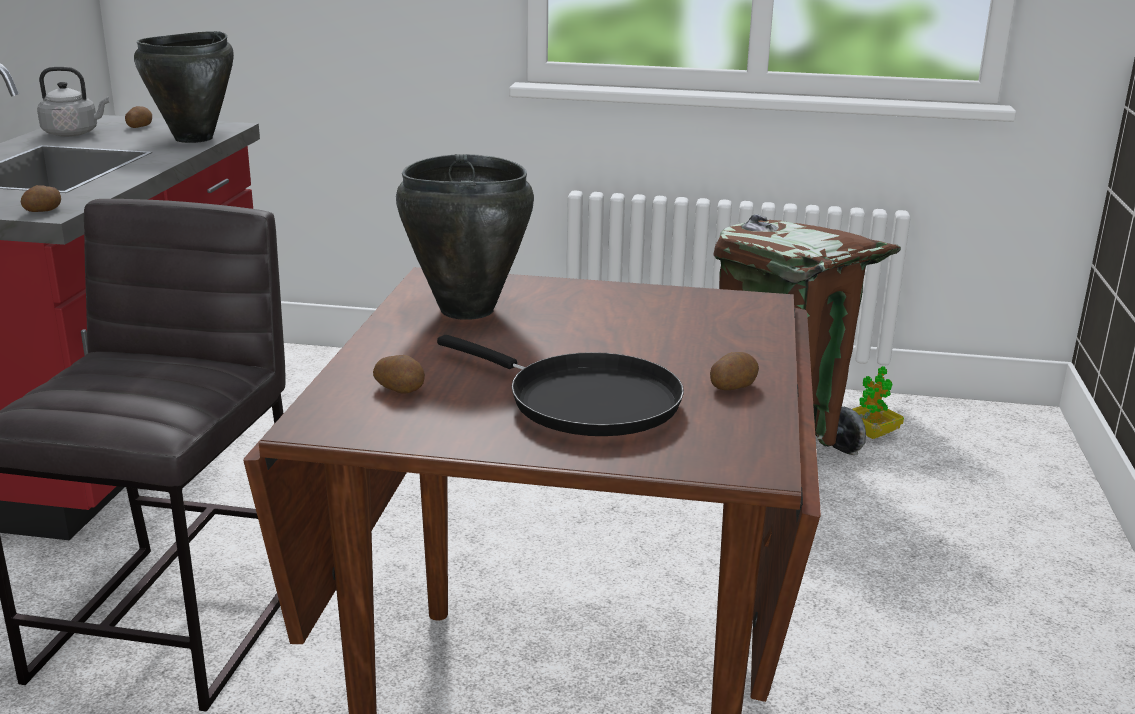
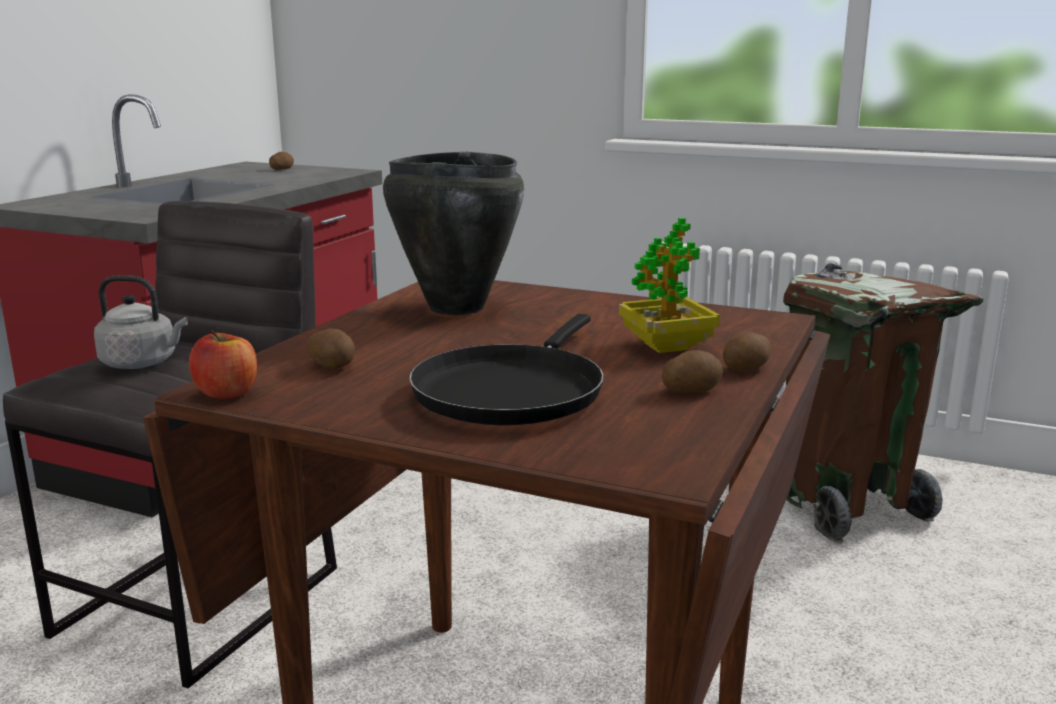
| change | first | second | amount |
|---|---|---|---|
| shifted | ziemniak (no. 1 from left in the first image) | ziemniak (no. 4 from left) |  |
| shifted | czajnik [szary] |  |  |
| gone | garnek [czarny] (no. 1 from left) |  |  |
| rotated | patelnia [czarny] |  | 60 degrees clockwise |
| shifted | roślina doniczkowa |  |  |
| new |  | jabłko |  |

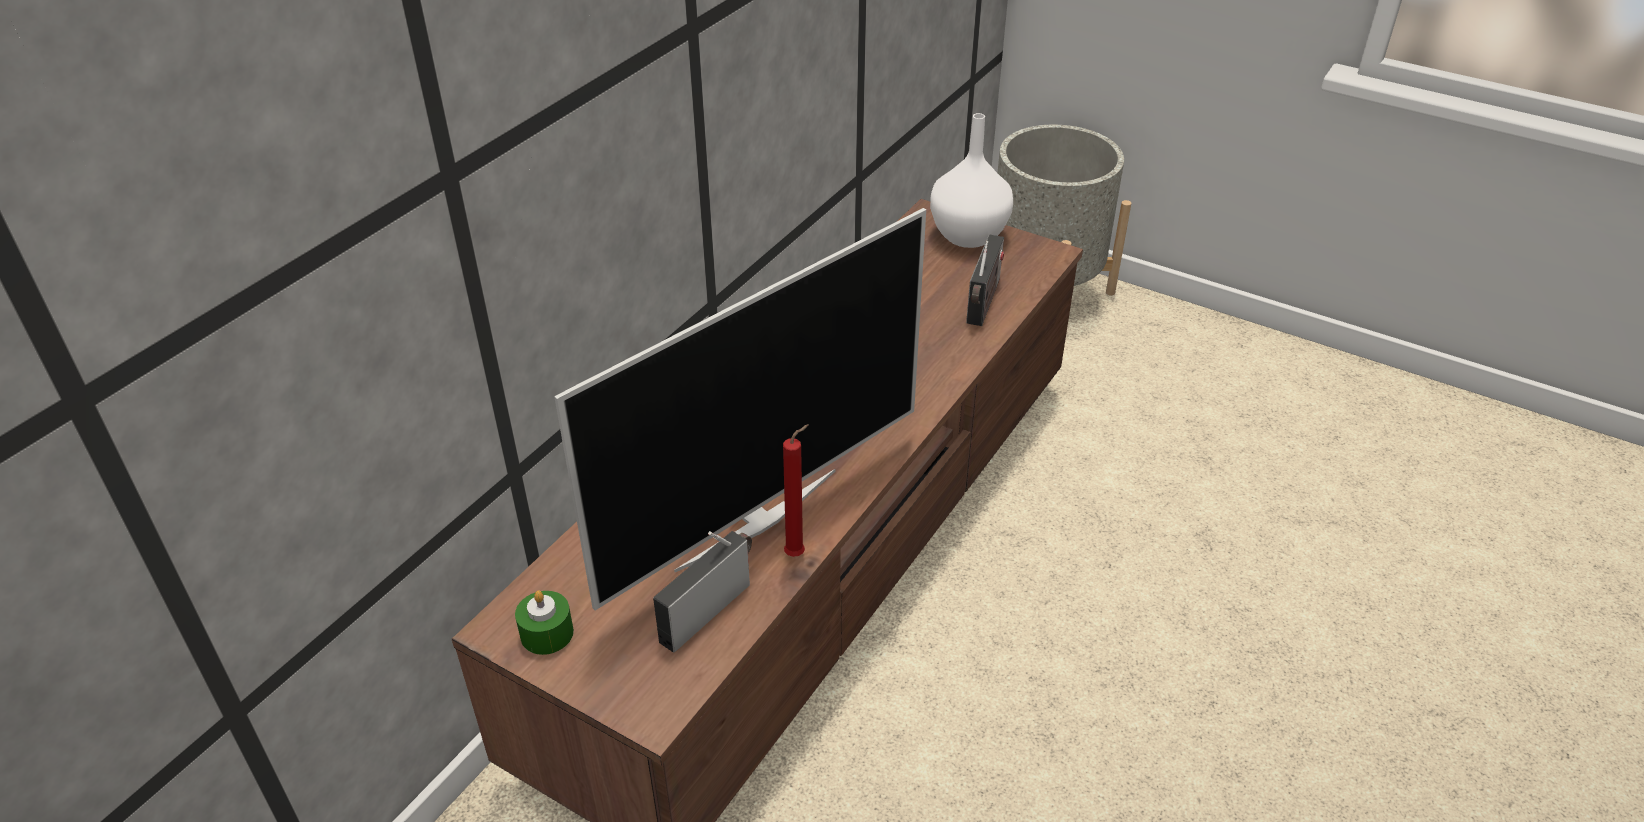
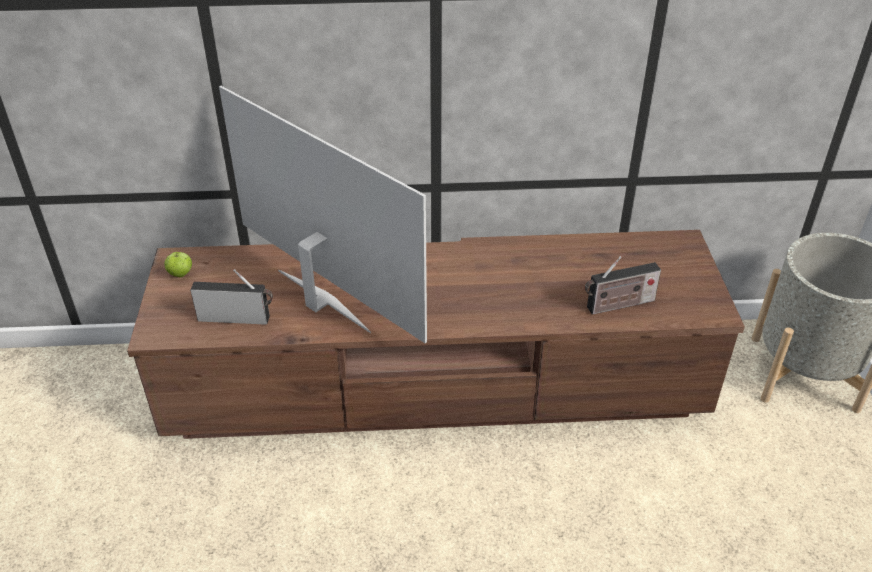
| change | first | second | amount |
|---|---|---|---|
| swapped | świeca [zielony] | jabłko |  |
| rotated | telewizor |  | 150 degrees counterclockwise |
| gone | świeca [czerwony] |  |  |
| gone | wazon [biały] |  |  |

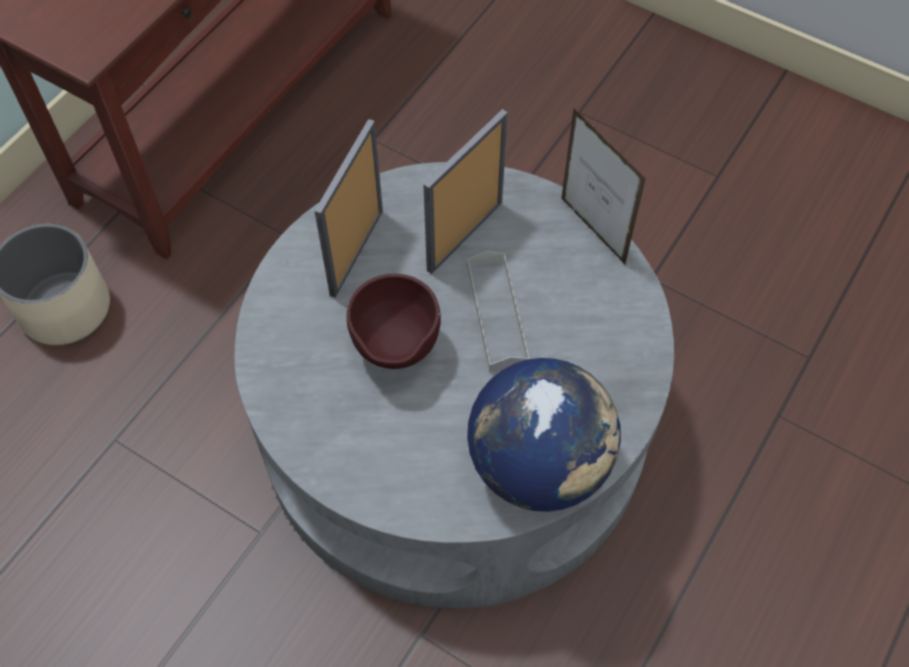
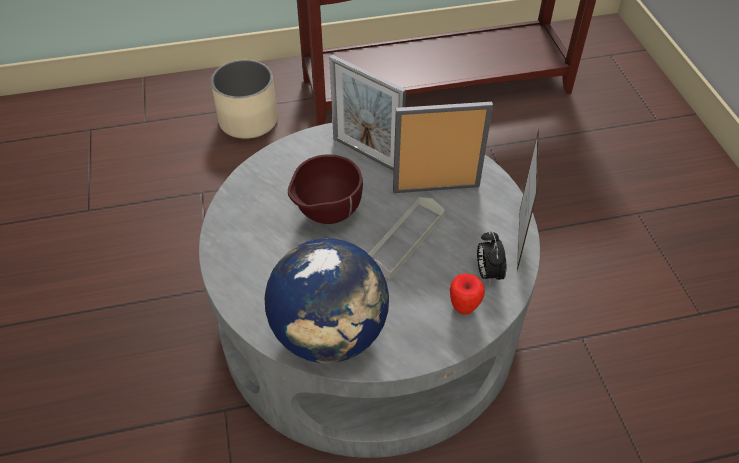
| change | first | second | amount |
|---|---|---|---|
| rotated | ramka na zdjęcie (no. 1 from left) |  | 120 degrees counterclockwise |
| new |  | jabłko |  |
| new |  | budzik |  |

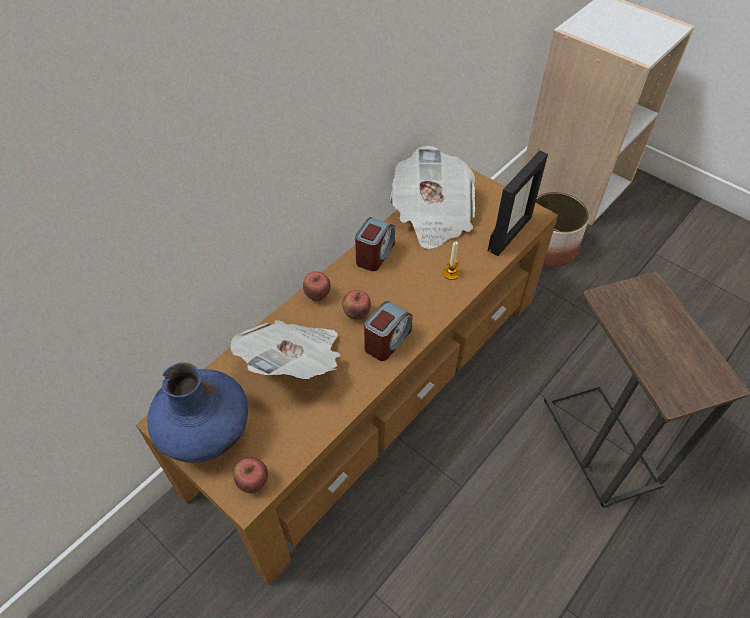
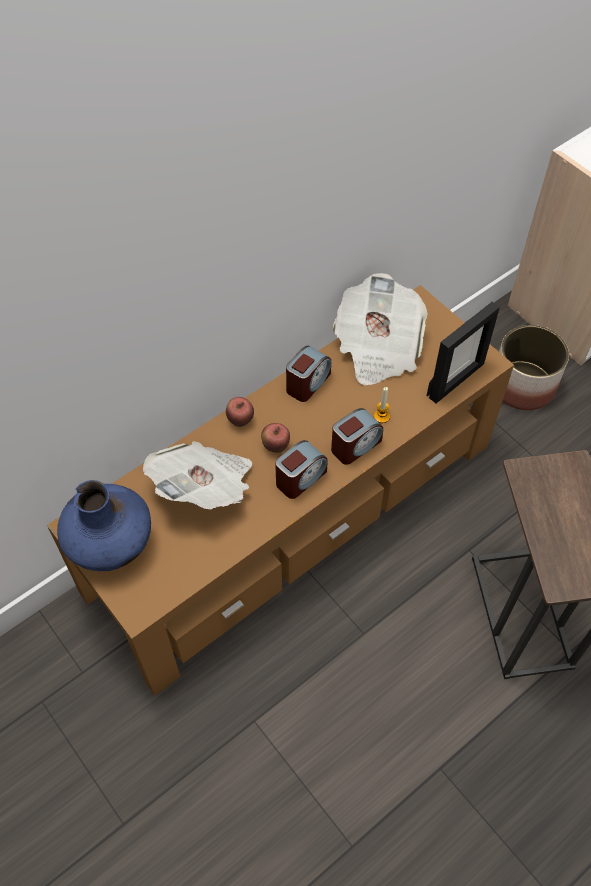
| change | first | second | amount |
|---|---|---|---|
| gone | jabłko (no. 1 from left) |  |  |
| new |  | budzik (no. 3 from left) |  |

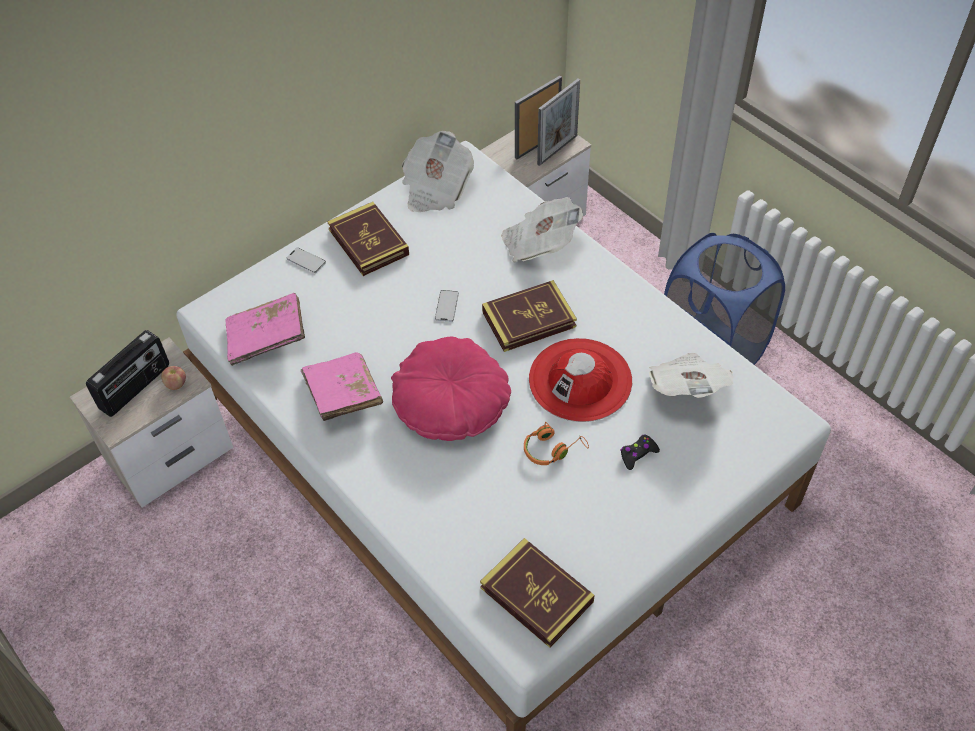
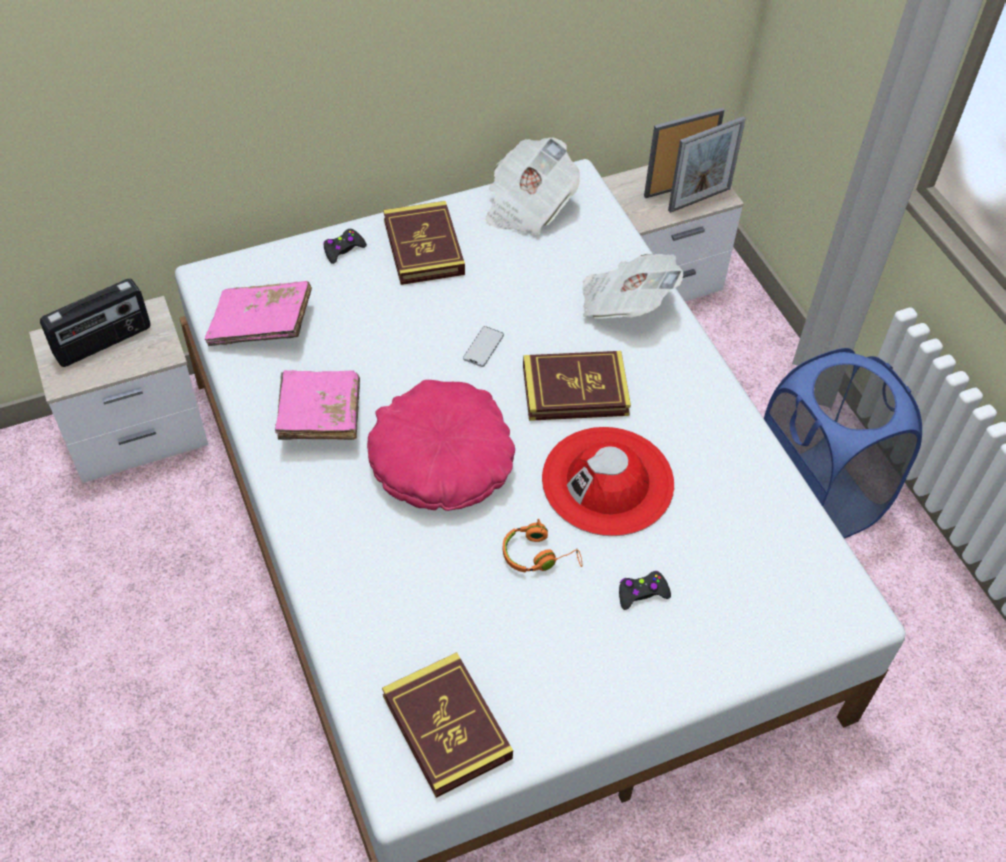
| change | first | second | amount |
|---|---|---|---|
| gone | jabłko |  |  |
| swapped | telefon (no. 1 from left) | pad do gier [czarny] (no. 1 from left) |  |
| gone | gazeta (no. 3 from left) |  |  |

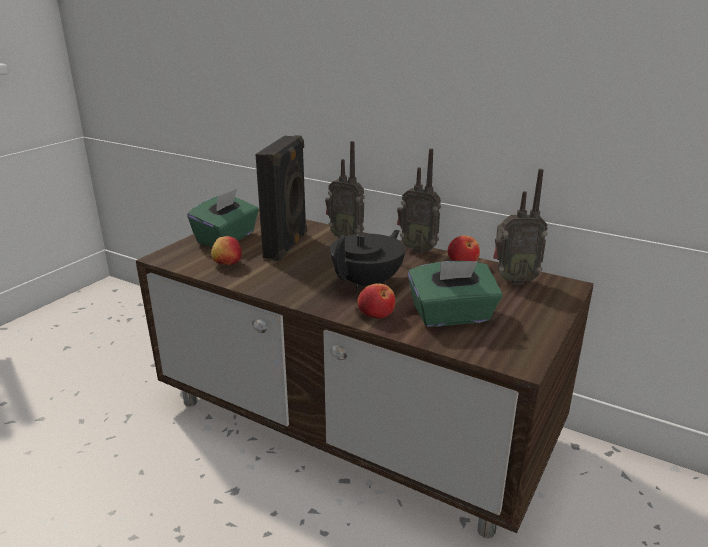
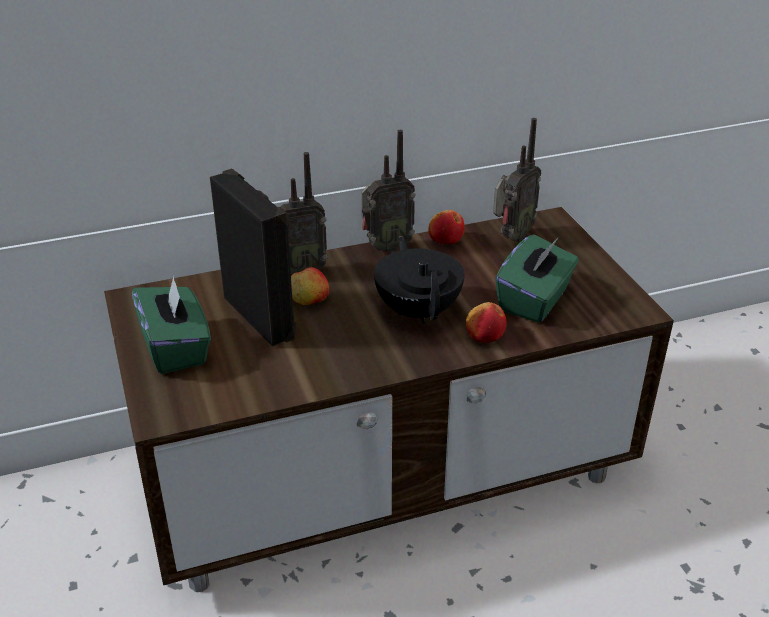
| change | first | second | amount |
|---|---|---|---|
| shifted | jabłko (no. 1 from left) |  |  |

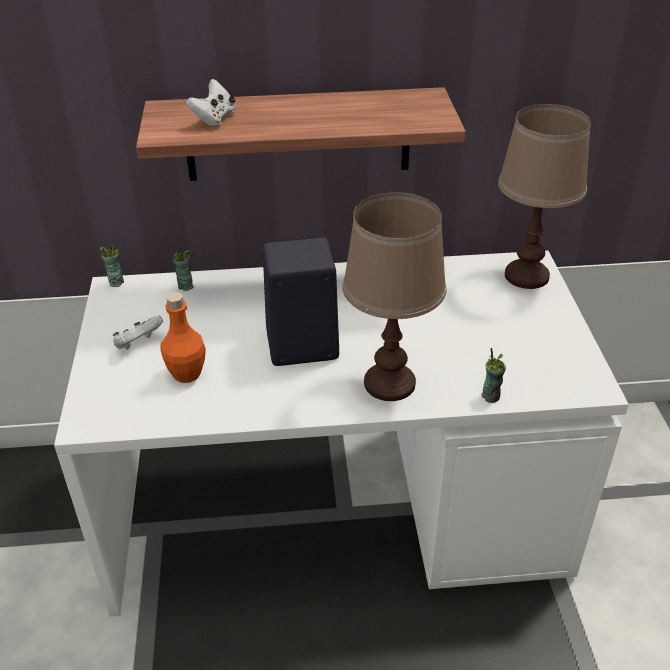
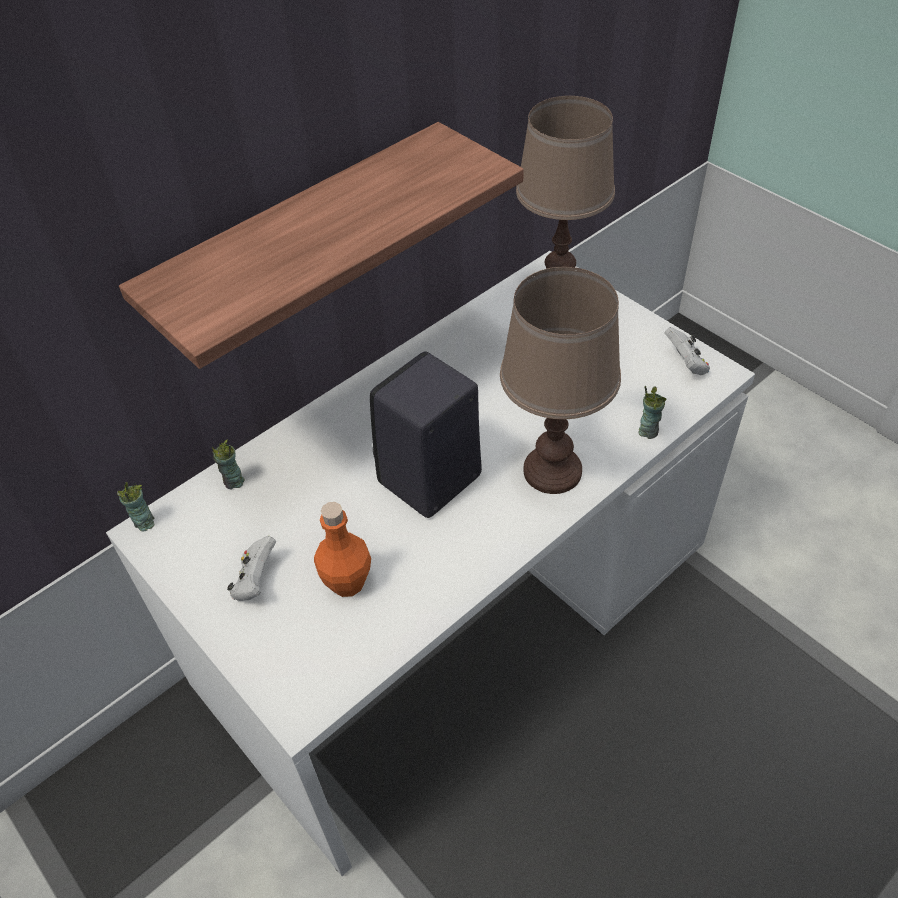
| change | first | second | amount |
|---|---|---|---|
| shifted | pad do gier [biały] (no. 2 from left) |  |  |

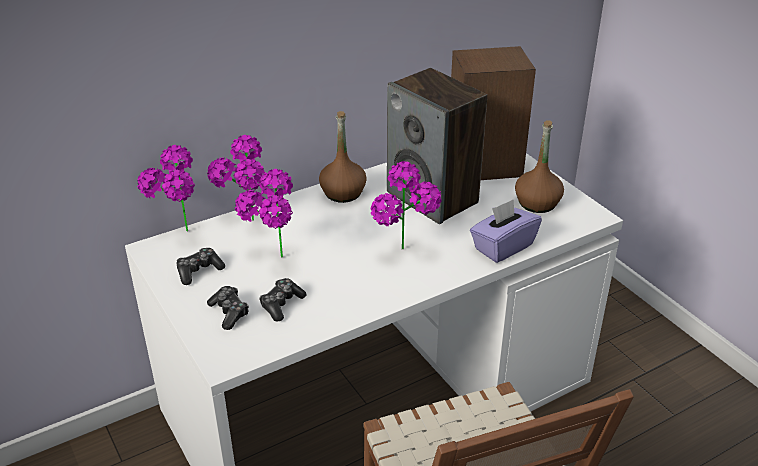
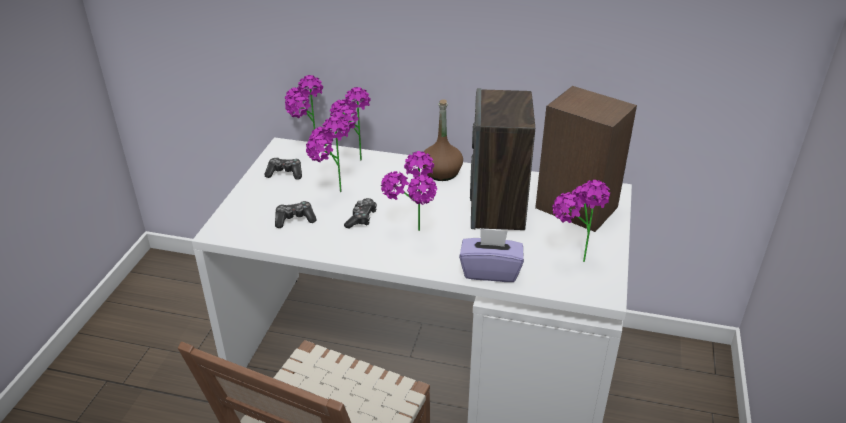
| change | first | second | amount |
|---|---|---|---|
| shifted | pad do gier (no. 2 from left in the first image) | pad do gier (no. 3 from left) |  |
| swapped | butelka [brązowy] (no. 2 from left) | roślina doniczkowa (no. 5 from left) |  |

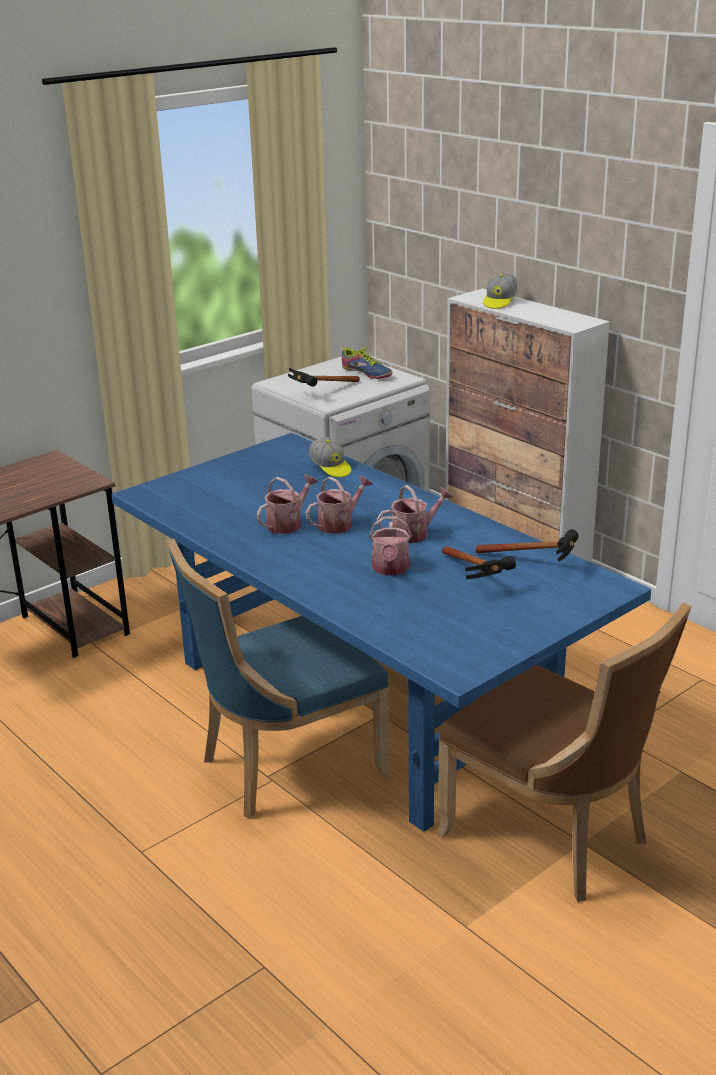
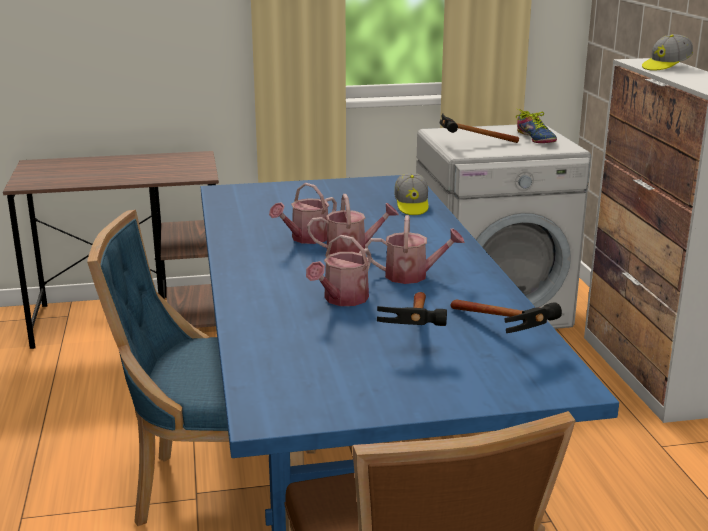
| change | first | second | amount |
|---|---|---|---|
| rotated | konewka (no. 1 from left) |  | 150 degrees clockwise |

